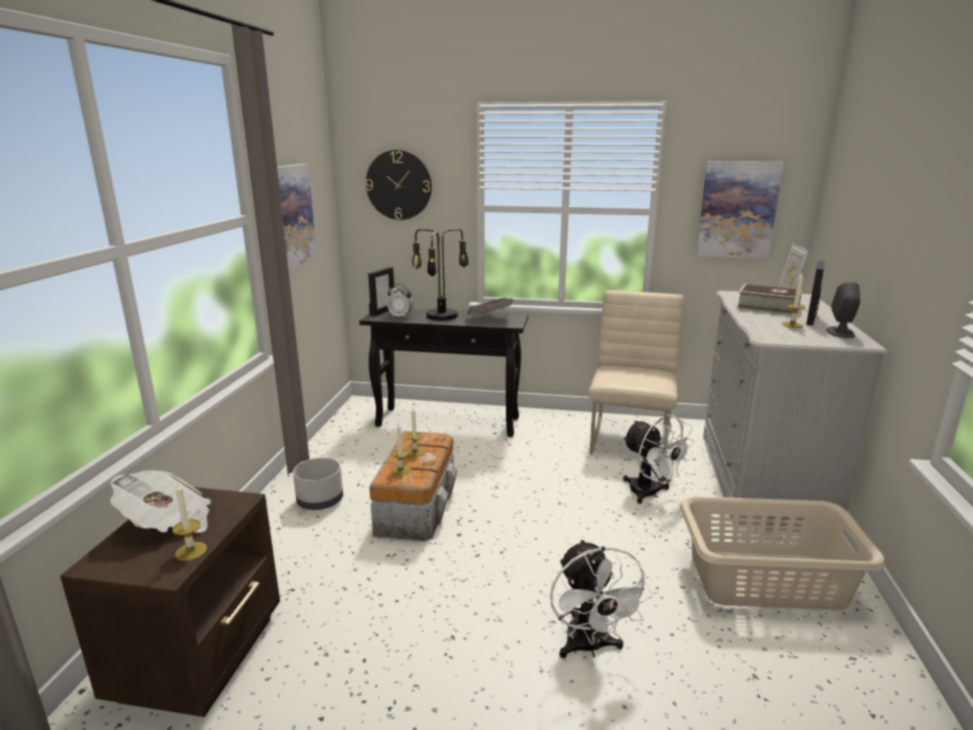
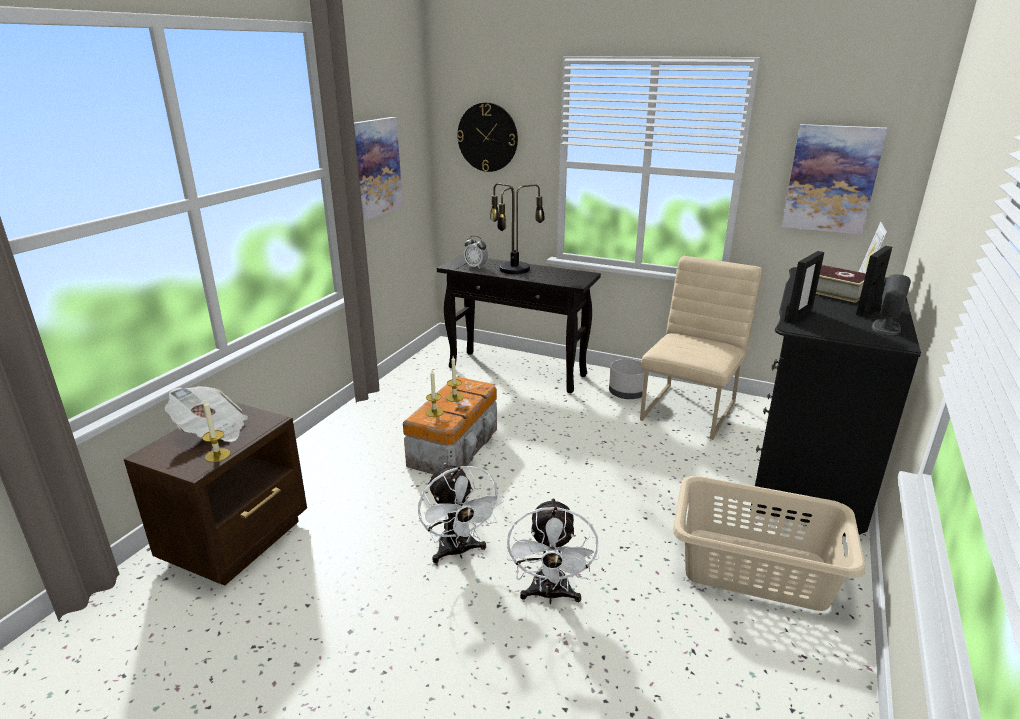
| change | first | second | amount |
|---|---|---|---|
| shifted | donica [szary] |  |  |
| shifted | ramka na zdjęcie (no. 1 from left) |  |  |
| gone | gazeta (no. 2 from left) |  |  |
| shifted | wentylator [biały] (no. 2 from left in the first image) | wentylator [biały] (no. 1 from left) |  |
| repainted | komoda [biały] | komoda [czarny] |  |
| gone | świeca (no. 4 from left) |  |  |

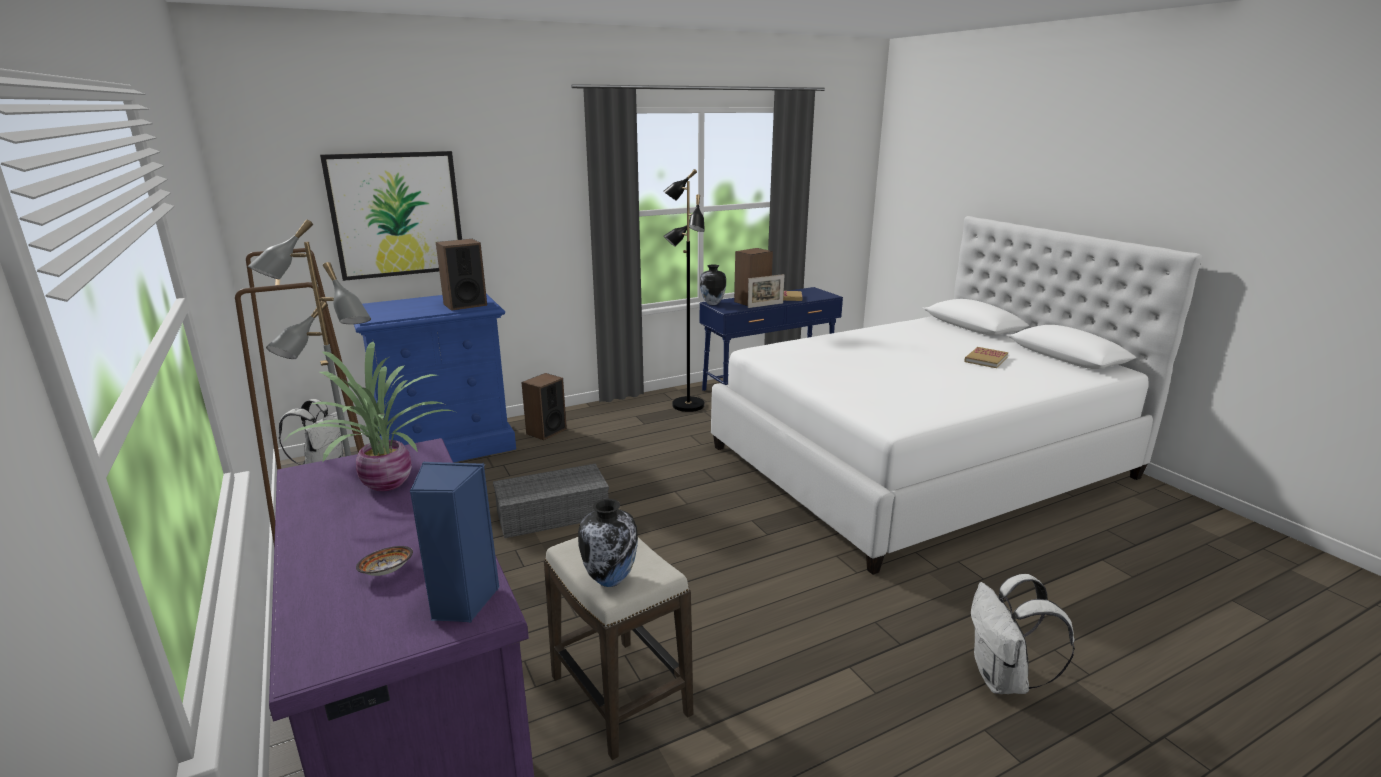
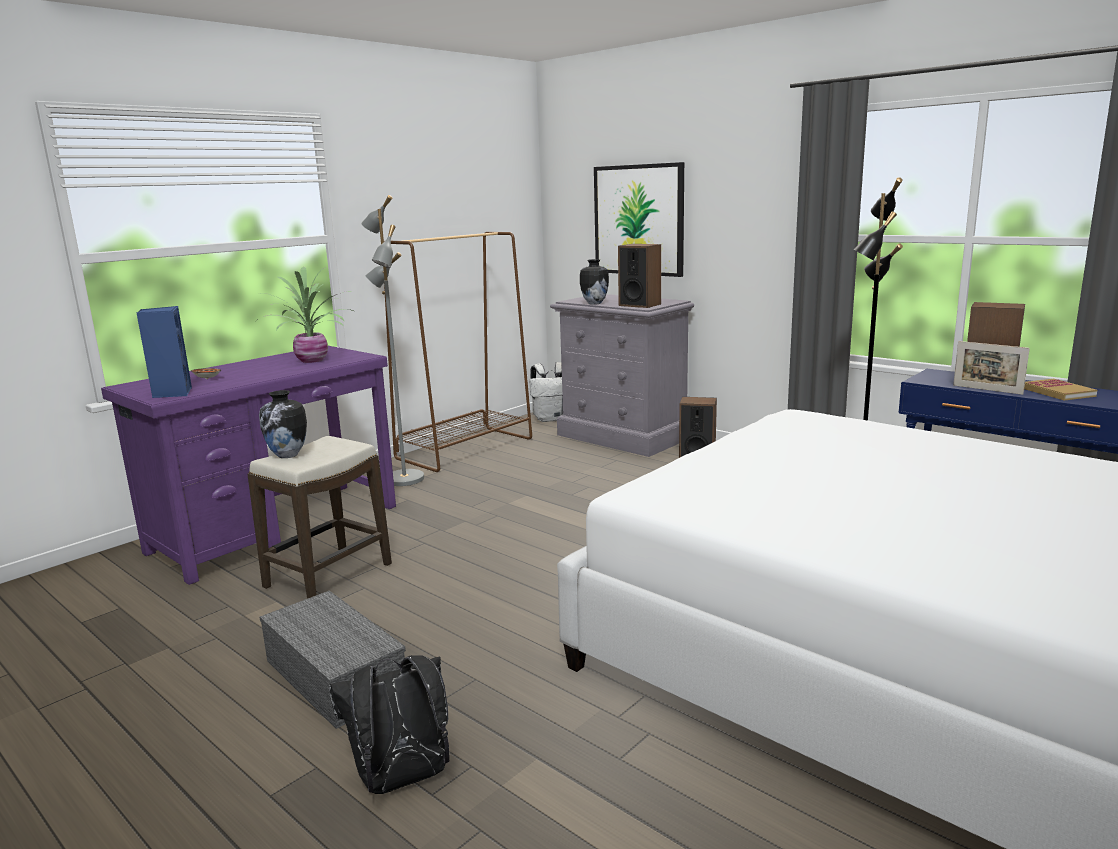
| change | first | second | amount |
|---|---|---|---|
| repainted | komoda [niebieski] | komoda [szary] |  |
| shifted | pojemnik do przechowywania [szary] |  |  |
| shifted | wazon (no. 2 from left) |  |  |
| gone | książka (no. 2 from left) |  |  |
| repainted | plecak [biały] (no. 2 from left) | plecak [czarny] |  |

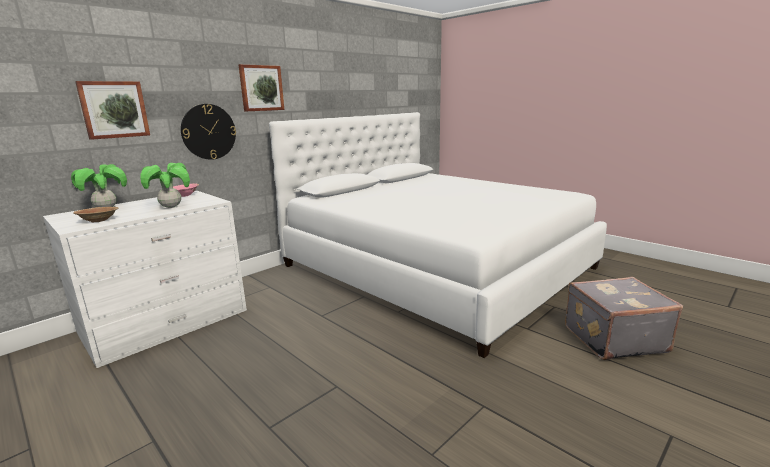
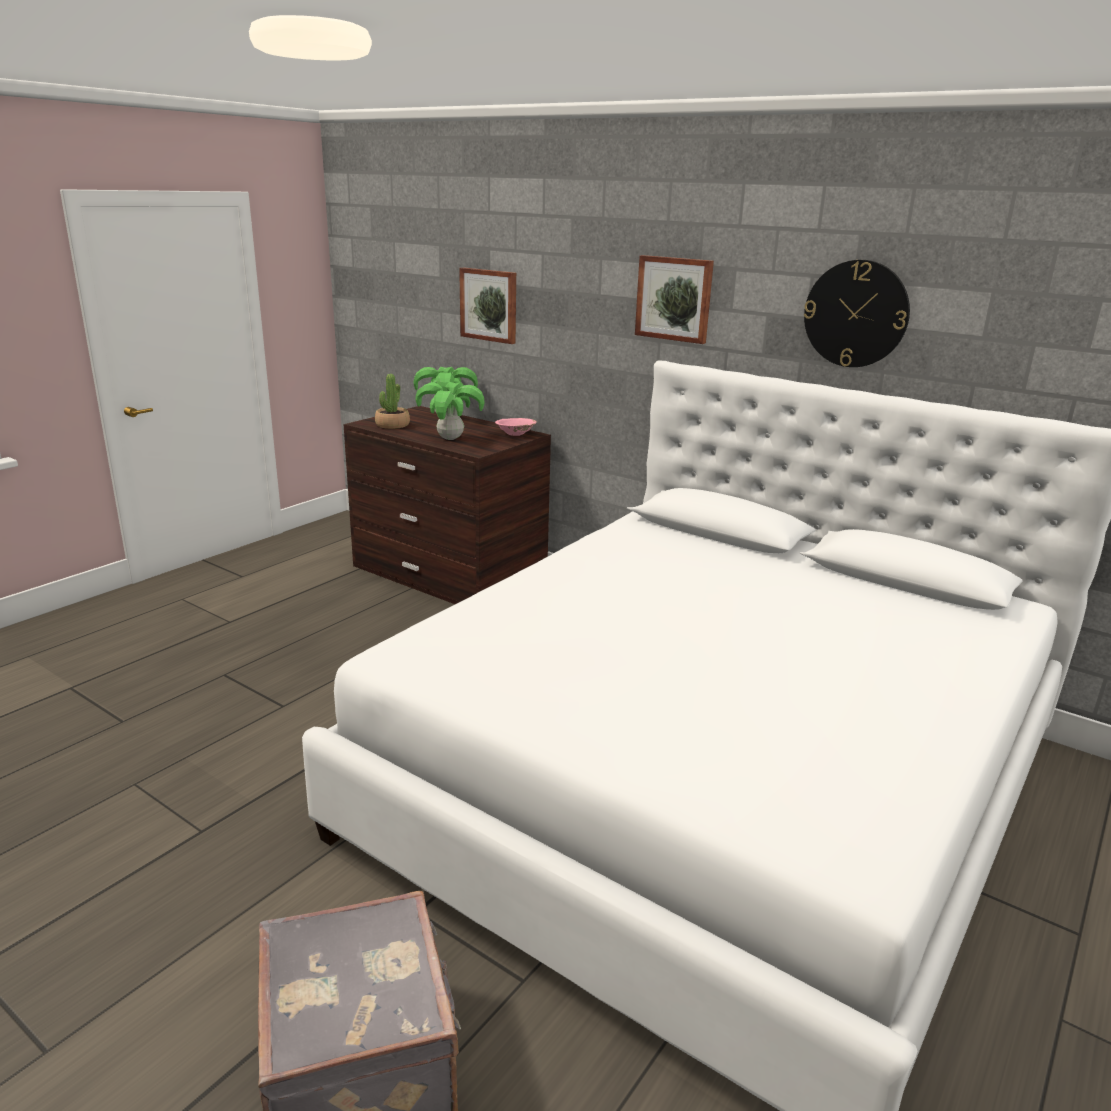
| change | first | second | amount |
|---|---|---|---|
| repainted | komoda [biały] | komoda [brązowy] |  |
| swapped | miska [brązowy] | roślina doniczkowa (no. 1 from left) |  |
| shifted | zegar ścienny |  |  |

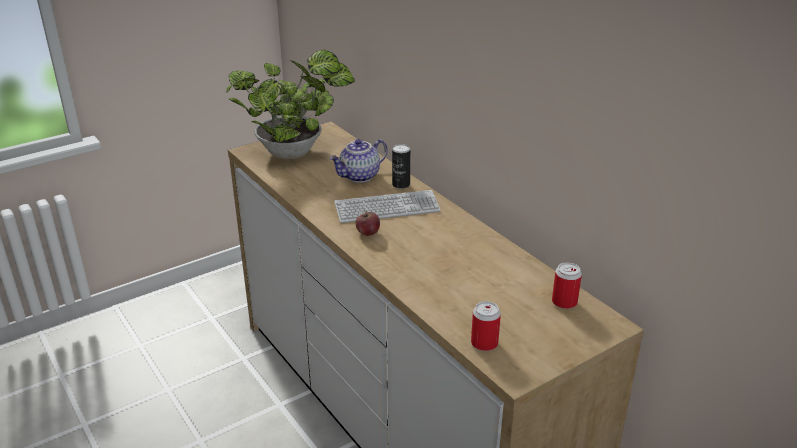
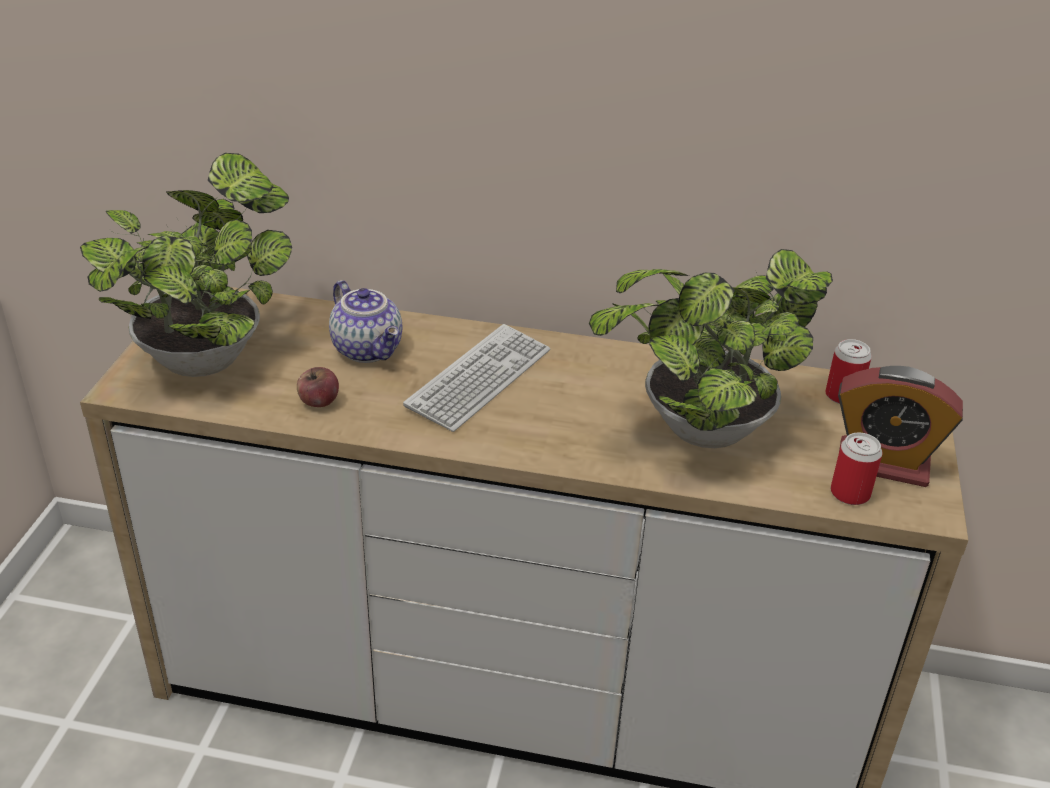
| change | first | second | amount |
|---|---|---|---|
| rotated | imbryk |  | 45 degrees counterclockwise |
| shifted | jabłko |  |  |
| gone | puszka (no. 1 from left) |  |  |
| new |  | roślina doniczkowa (no. 2 from left) |  |
| new |  | budzik |  |

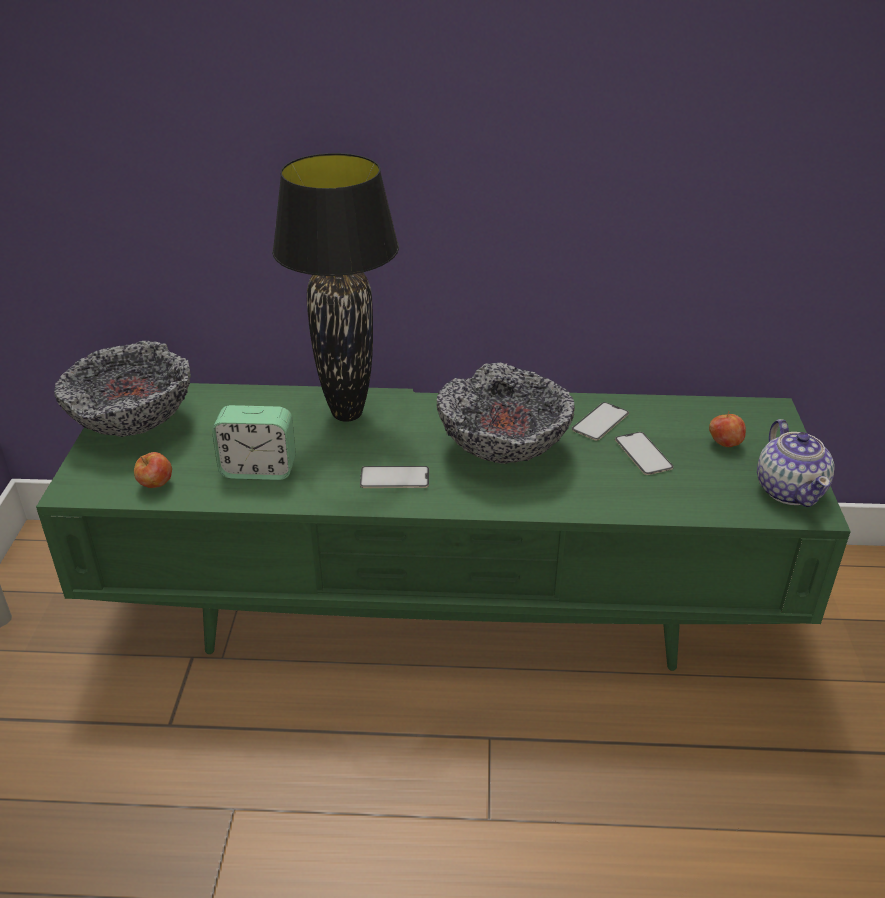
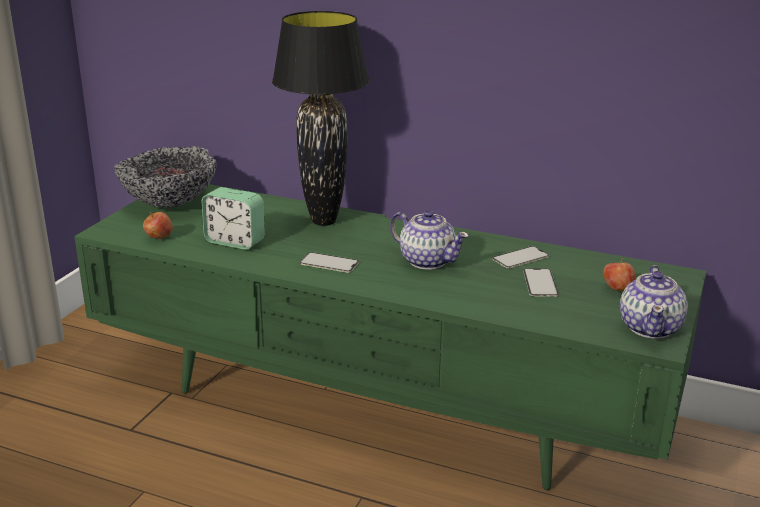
| change | first | second | amount |
|---|---|---|---|
| swapped | miska (no. 2 from left) | imbryk (no. 1 from left) |  |

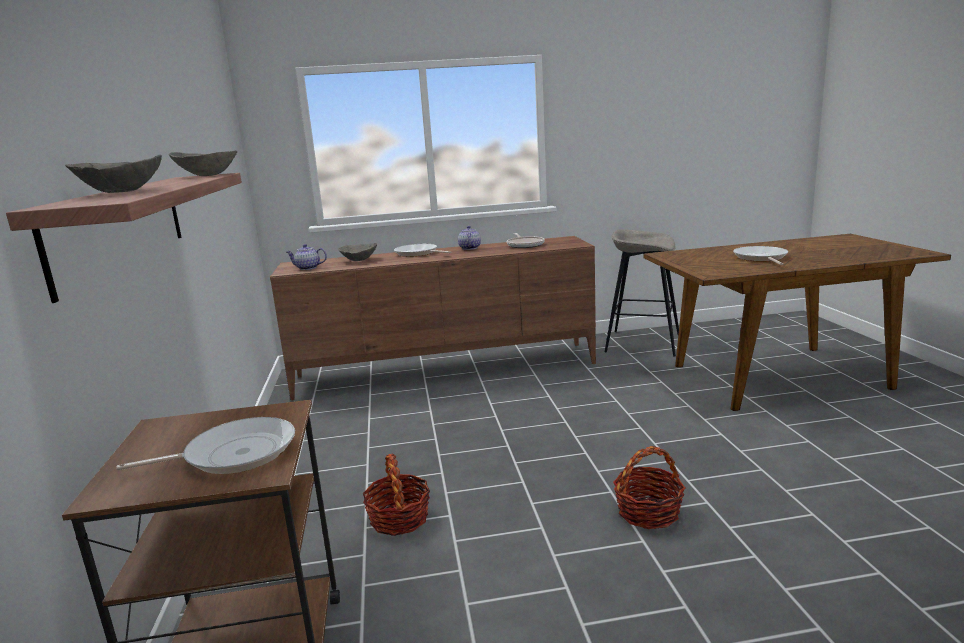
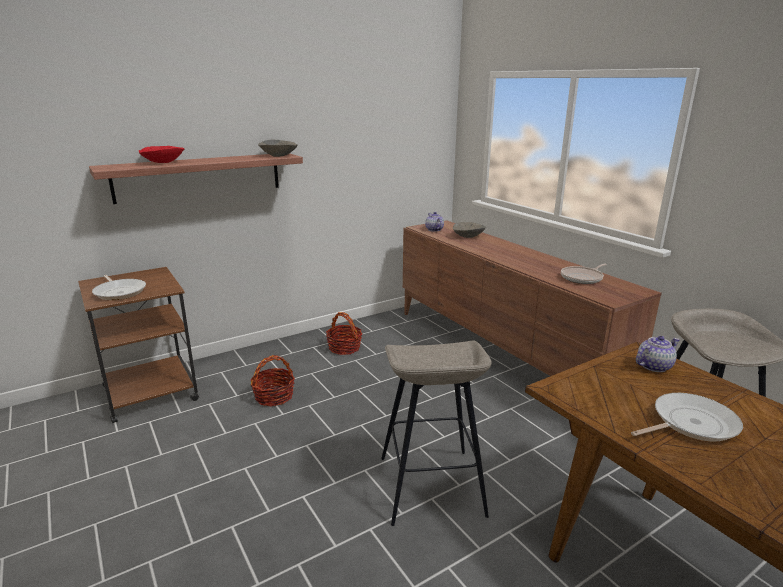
| change | first | second | amount |
|---|---|---|---|
| repainted | miska [szary] (no. 1 from left) | miska [czerwony] |  |
| gone | patelnia (no. 2 from left) |  |  |
| shifted | imbryk (no. 2 from left) |  |  |
| shifted | koszyk (no. 2 from left) |  |  |
| new |  | stołek [szary] (no. 1 from left) |  |

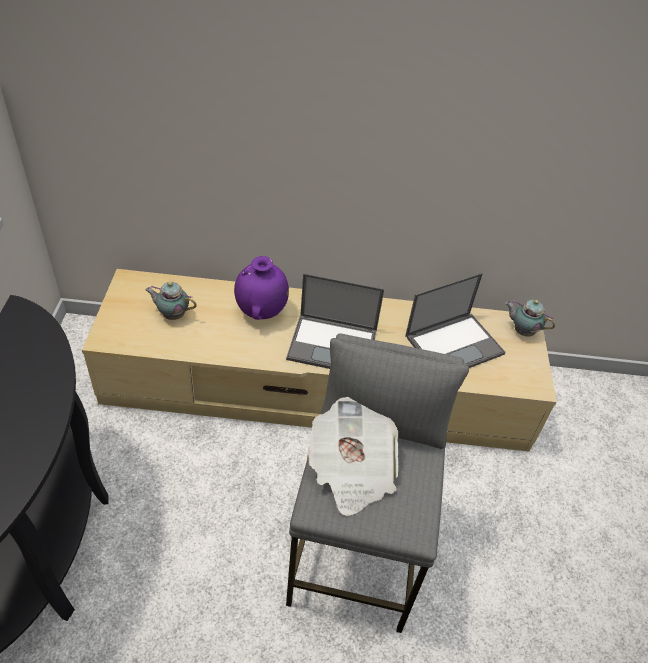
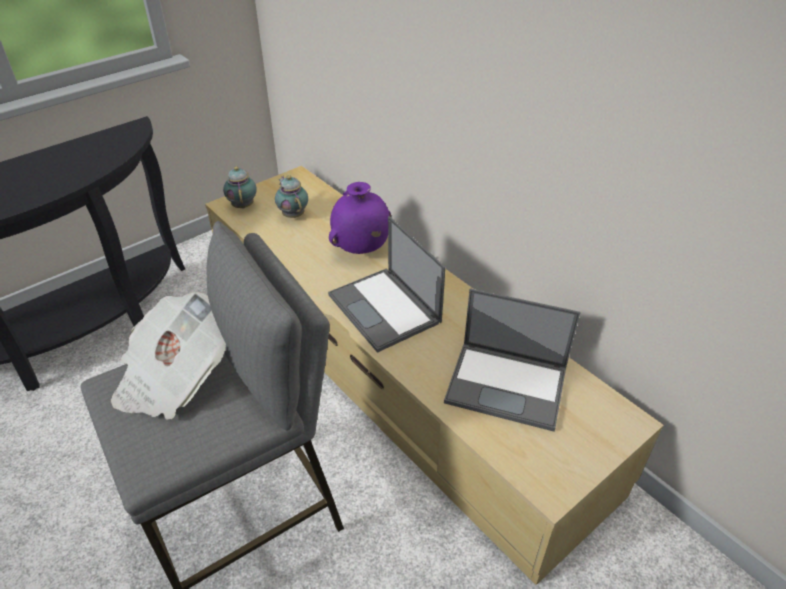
| change | first | second | amount |
|---|---|---|---|
| shifted | imbryk (no. 2 from left in the first image) | imbryk (no. 1 from left) |  |

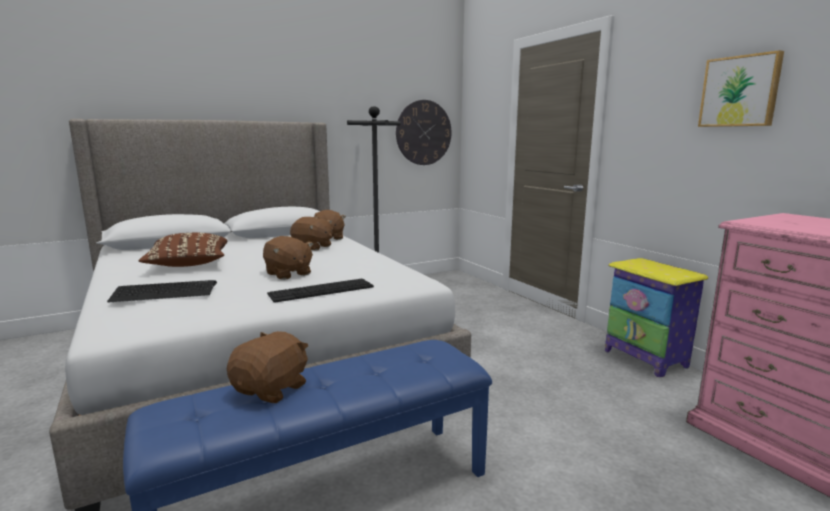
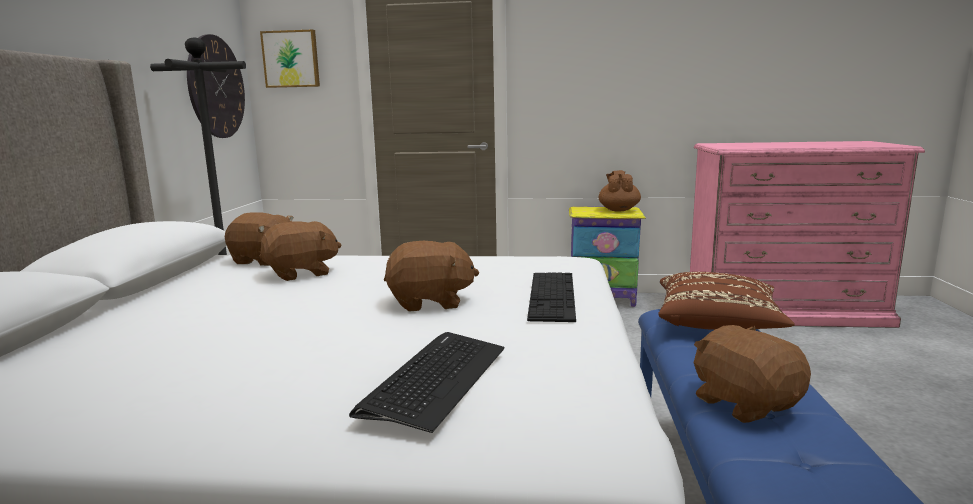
| change | first | second | amount |
|---|---|---|---|
| shifted | poduszka [brązowy] |  |  |
| shifted | obraz |  |  |
| new |  | imbryk [brązowy] |  |

